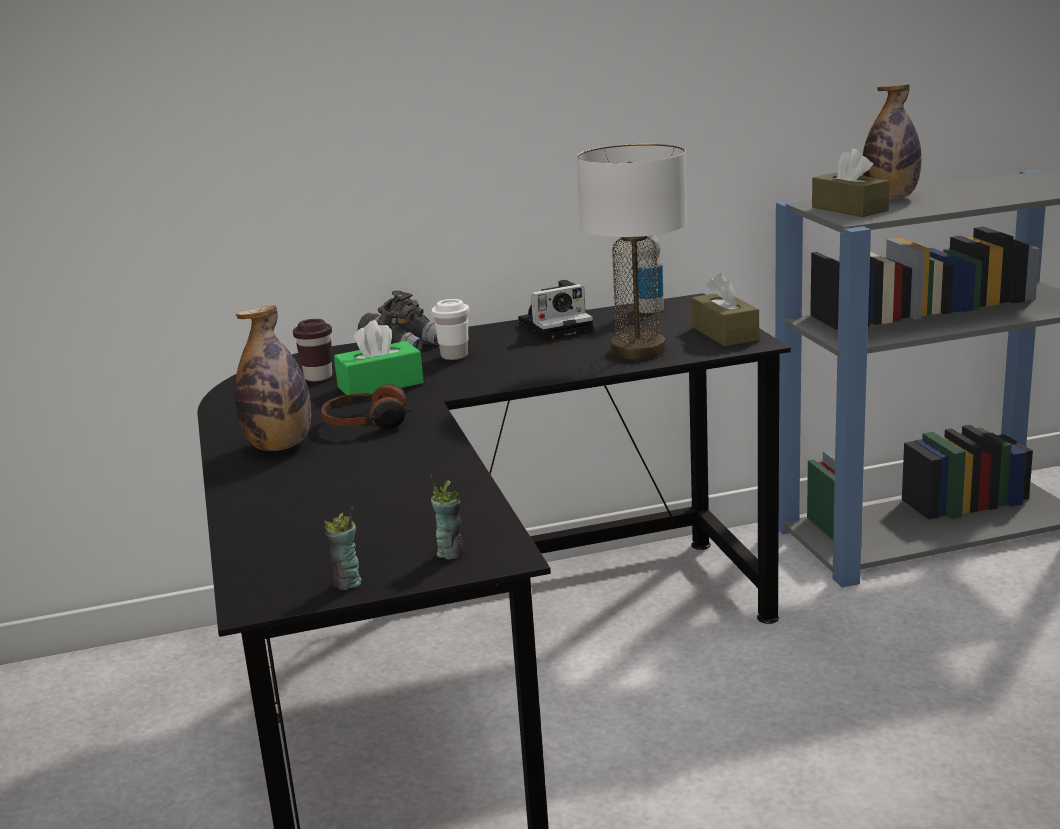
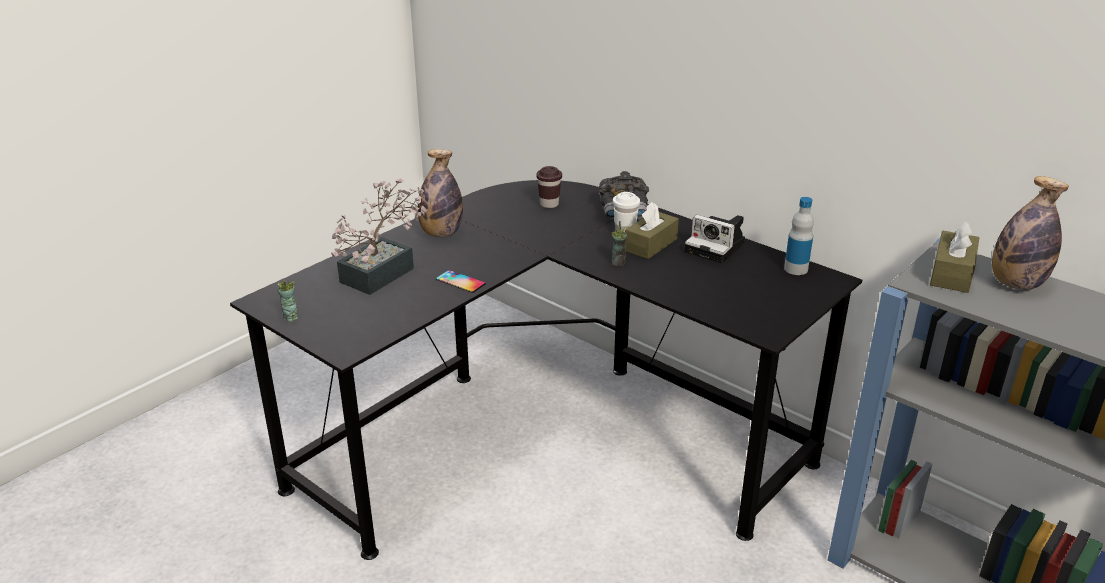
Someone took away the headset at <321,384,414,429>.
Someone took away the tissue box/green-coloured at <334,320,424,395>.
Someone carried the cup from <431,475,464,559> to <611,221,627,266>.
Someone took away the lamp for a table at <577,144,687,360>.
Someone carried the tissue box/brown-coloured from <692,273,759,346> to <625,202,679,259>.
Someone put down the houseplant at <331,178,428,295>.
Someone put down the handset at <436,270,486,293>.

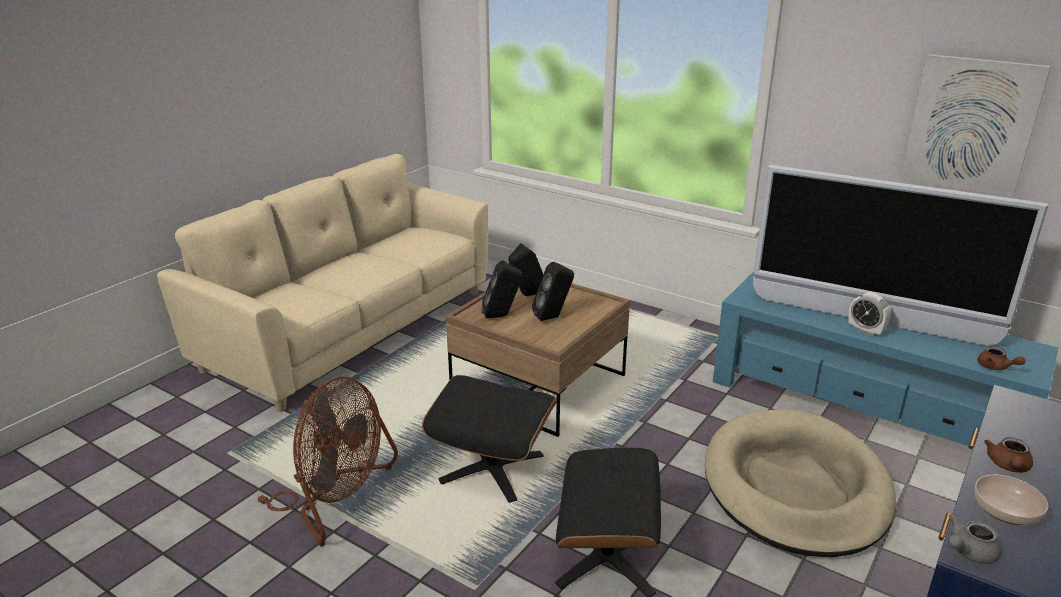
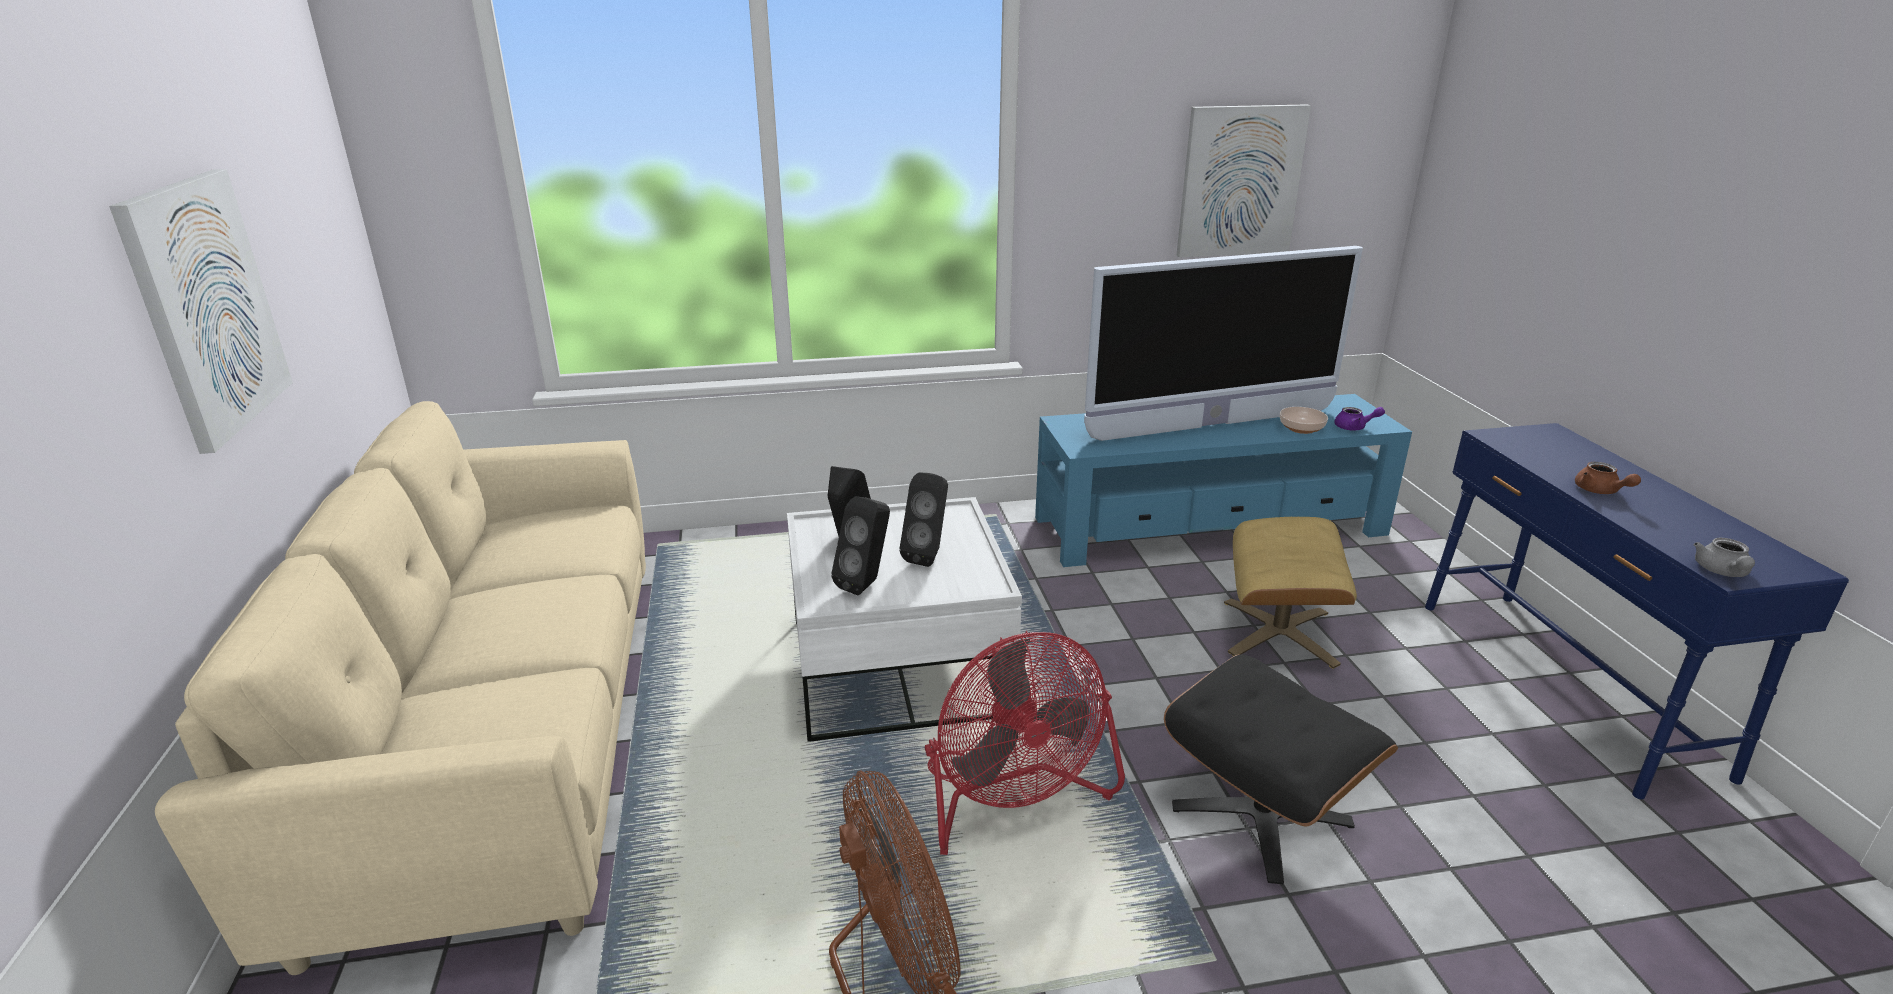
Someone swapped the ottoman/blackish at <422,375,557,503> for the electric fan/red at <925,631,1125,855>.
Someone repainted the low table/brown-coloured at <446,283,630,437>, which became the low table/white at <787,497,1022,742>.
Someone swapped the pet bed/beige-coloured at <704,409,897,557> for the ottoman/beige-coloured at <1224,517,1357,669>.
Someone took away the bedside clock at <848,292,891,337>.
Someone carried the serving bowl from <975,475,1049,525> to <1280,407,1328,434>.
Someone repainted the pot for tea/brown-coloured at <978,347,1026,370>, which became the pot for tea/purple at <1334,407,1385,431>.
Someone put up the wall art at <109,169,293,454>.

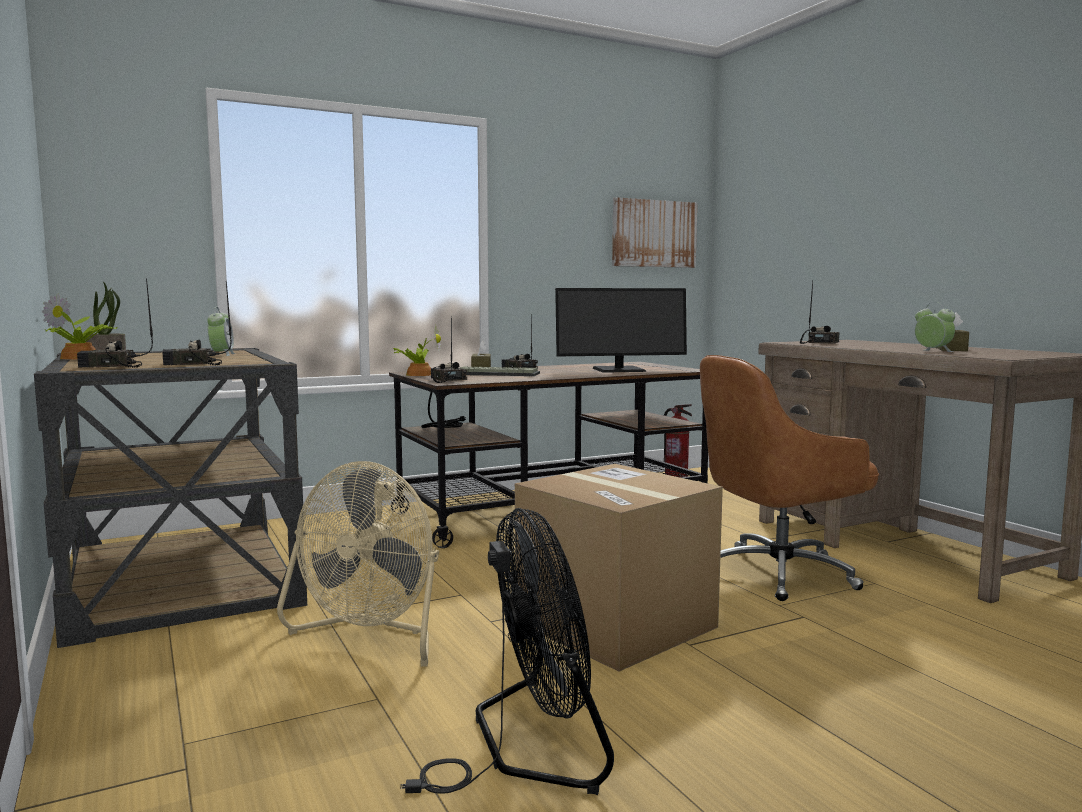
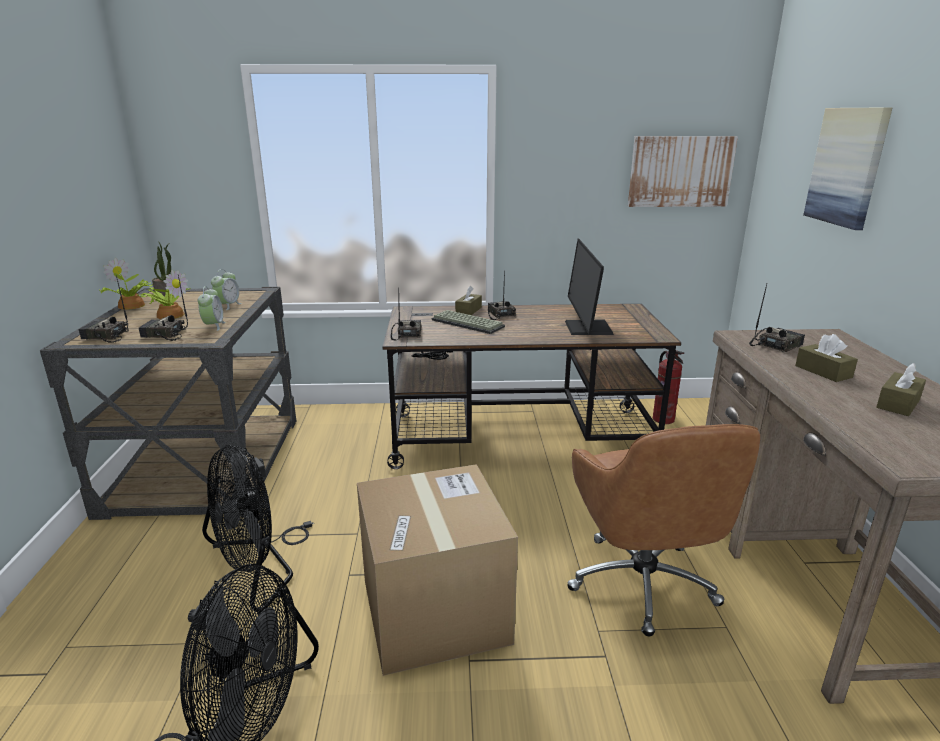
Someone repainted the electric fan/beige-coloured at <277,461,439,667>, which became the electric fan/blackish at <202,445,314,615>.
Someone carried the houseplant from <393,327,441,376> to <137,270,191,319>.
Someone rotated the computer display at <555,288,687,373> by 75 degrees clockwise.
Someone rotated the office chair/brown-coloured at <700,355,879,601> by 105 degrees counterclockwise.
Someone carried the bedside clock from <915,302,955,352> to <198,286,225,331>.
Someone put down the tissue box/brown-coloured at <795,334,858,382>.
Someone put up the wall art at <803,107,893,230>.

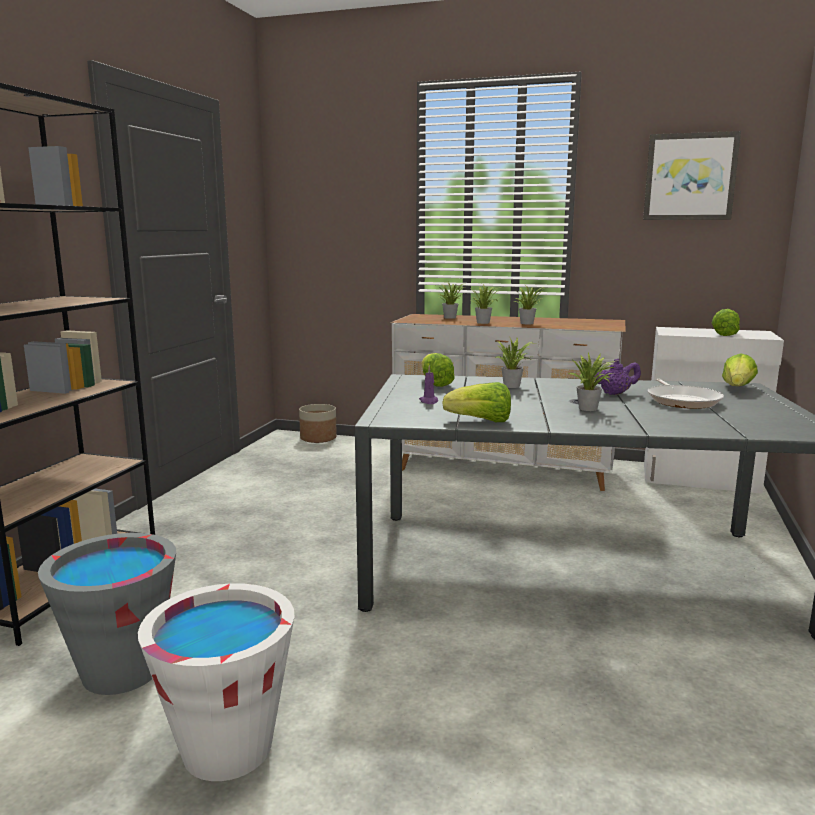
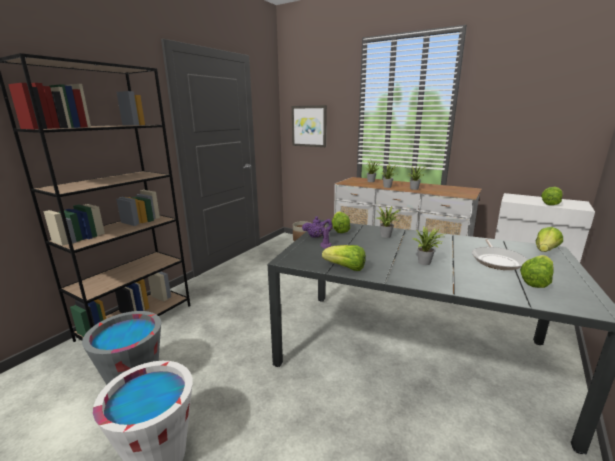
Someone carried the pot for tea/purple from <594,359,641,395> to <302,216,333,238>.
Someone carried the wall art from <643,131,741,220> to <292,105,327,147>.
Someone put down the lettuce at <520,255,554,288>.

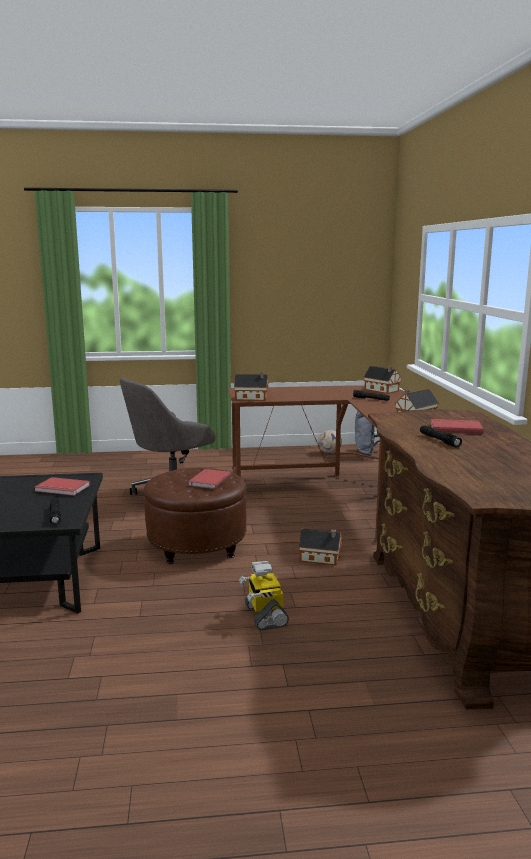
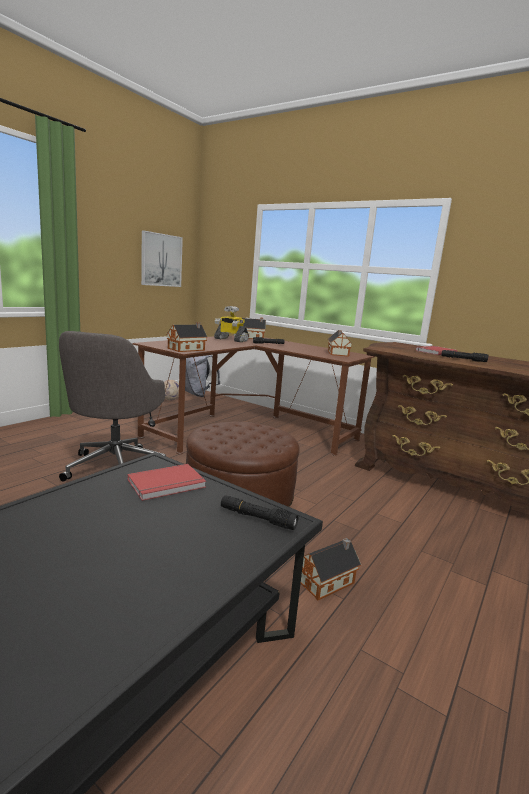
Someone took away the volume/red at <188,469,231,489>.
Someone carried the robot figure from <239,561,289,630> to <214,306,249,342>.
Someone carried the miniature house from <299,529,342,566> to <301,538,361,600>.
Someone put up the wall art at <141,230,183,287>.

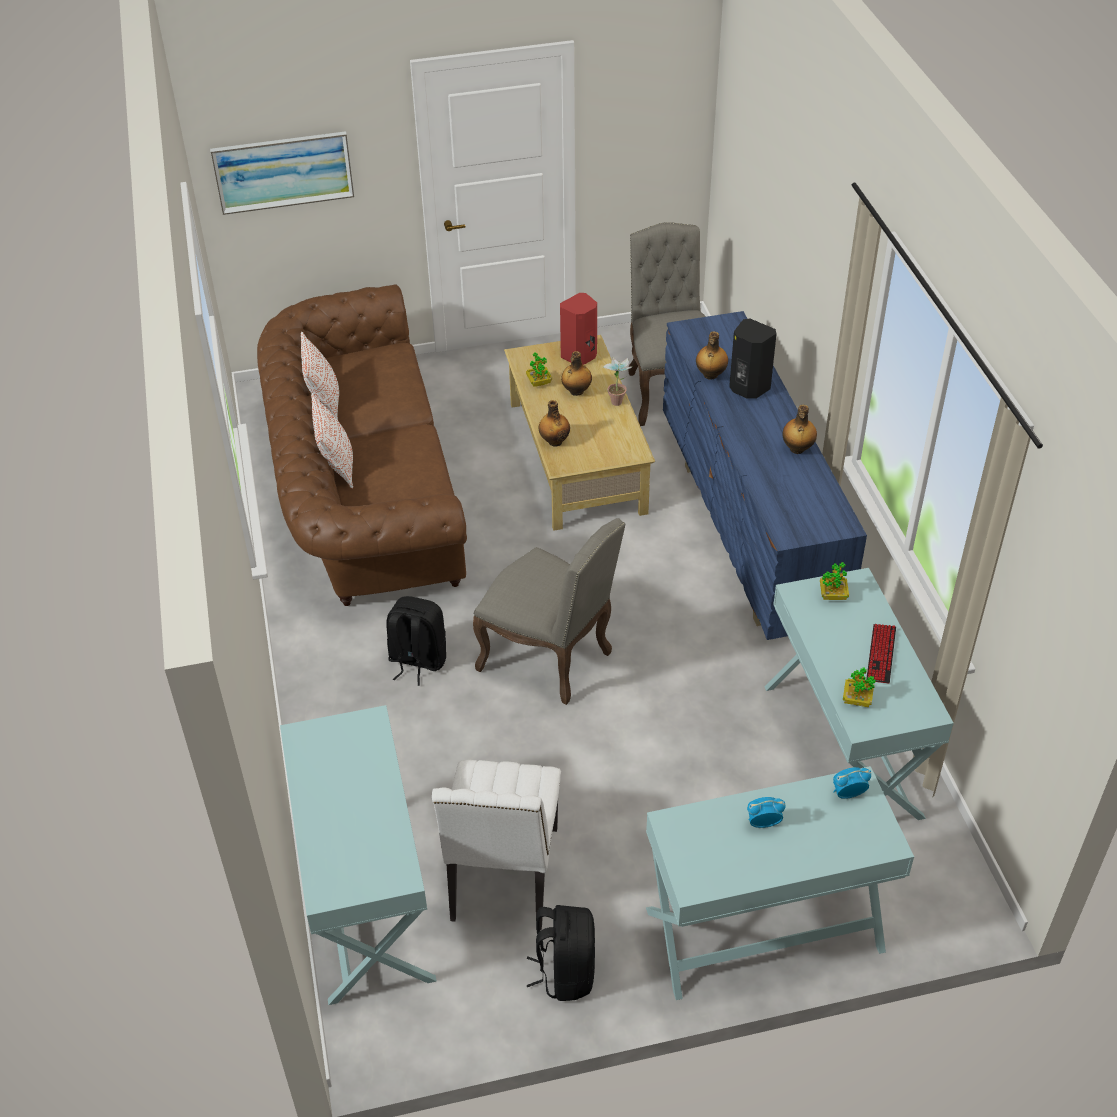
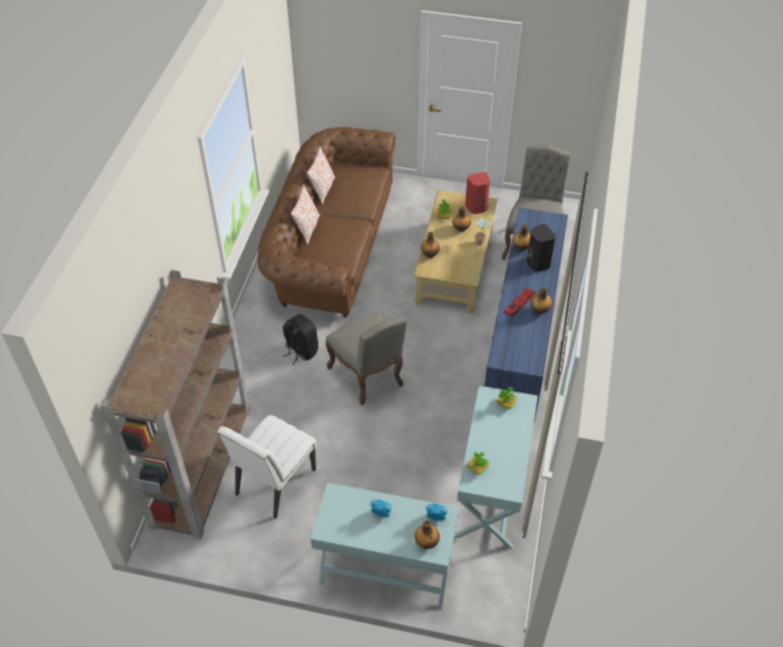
Someone took away the wall art at <210,131,354,215>.
Someone swapped the desk unit/turquoise-coloured at <280,705,437,1005> for the bookcase/brown-coloured at <102,270,250,539>.
Someone took away the rucksack/blackish at <527,905,595,1001>.
Someone carried the keyboard from <866,624,896,683> to <503,288,537,317>.
Someone put down the drink bottle at <415,520,440,549>.

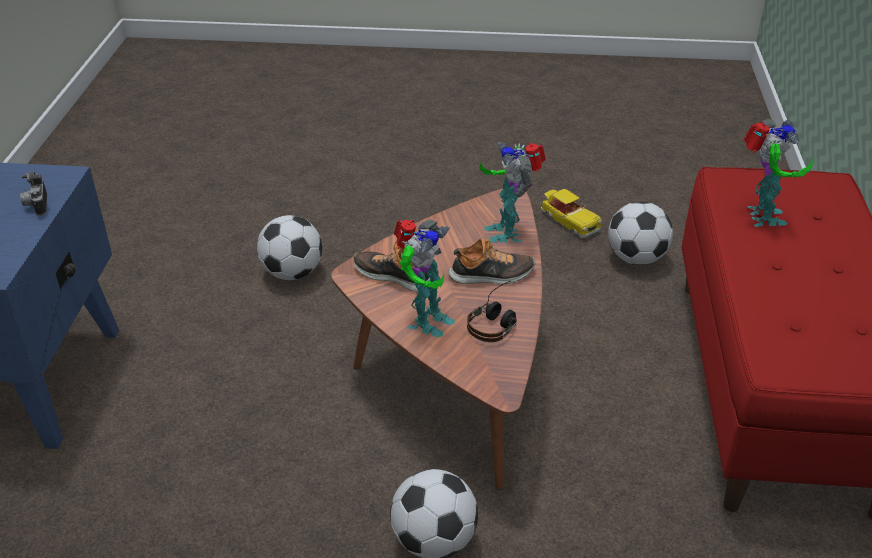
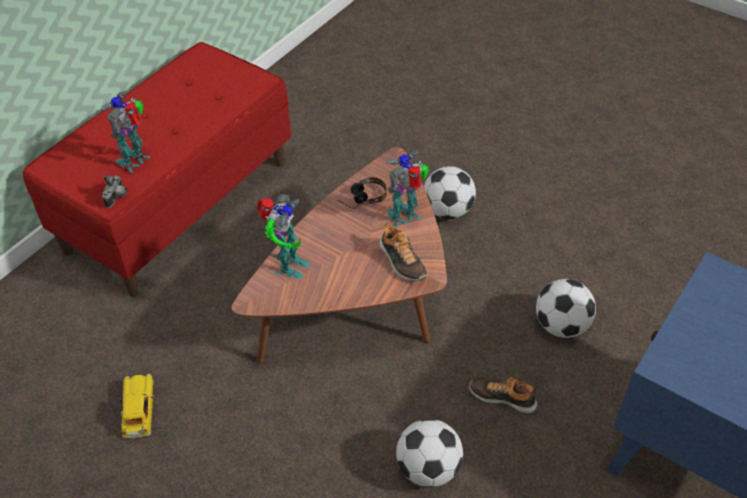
Someone carried the photo camera from <20,171,47,216> to <102,175,127,208>.
Someone carried the low shoe from <448,239,535,284> to <469,377,538,413>.
Someone carried the ball for football from <608,201,673,265> to <536,279,596,338>.

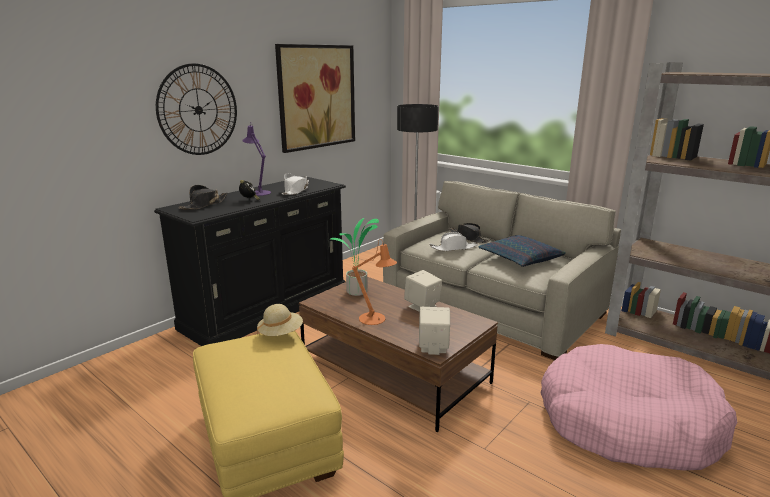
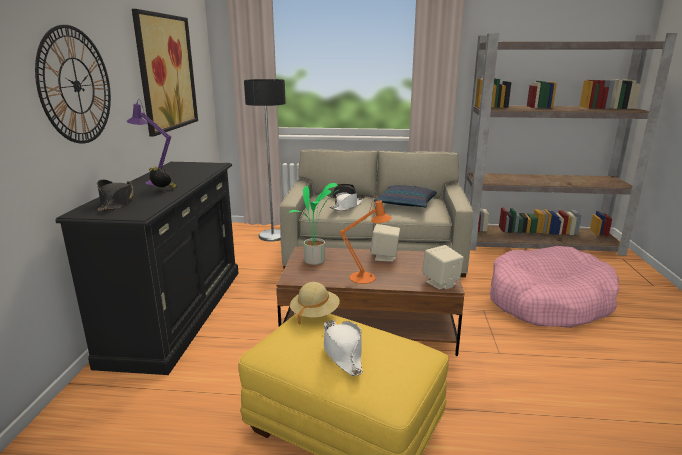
Someone carried the hat/white from <282,173,309,195> to <324,320,363,376>.

